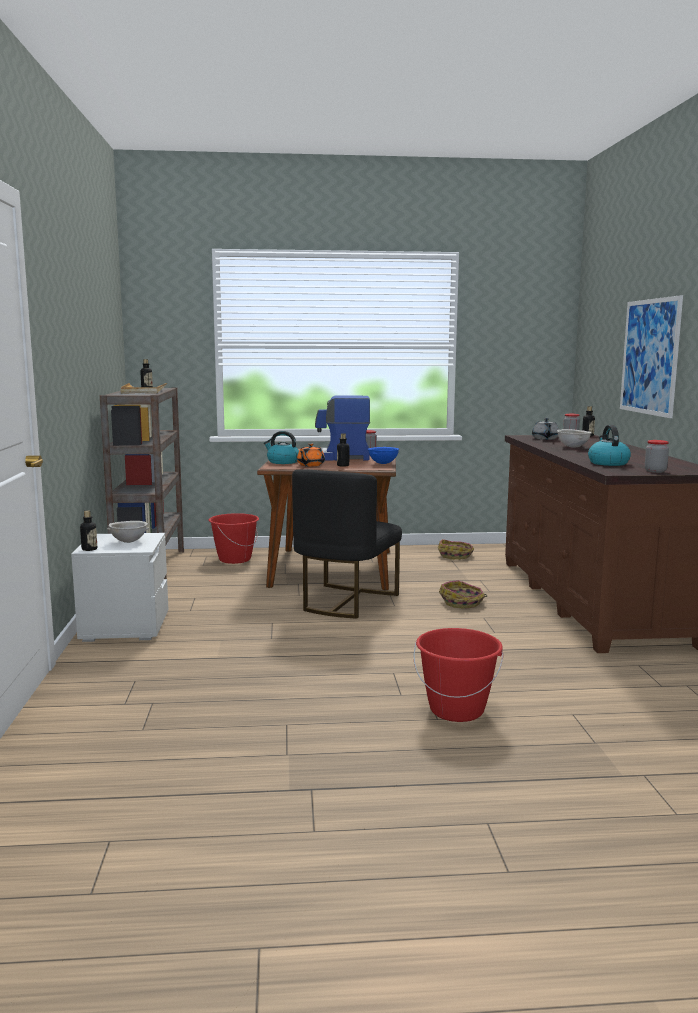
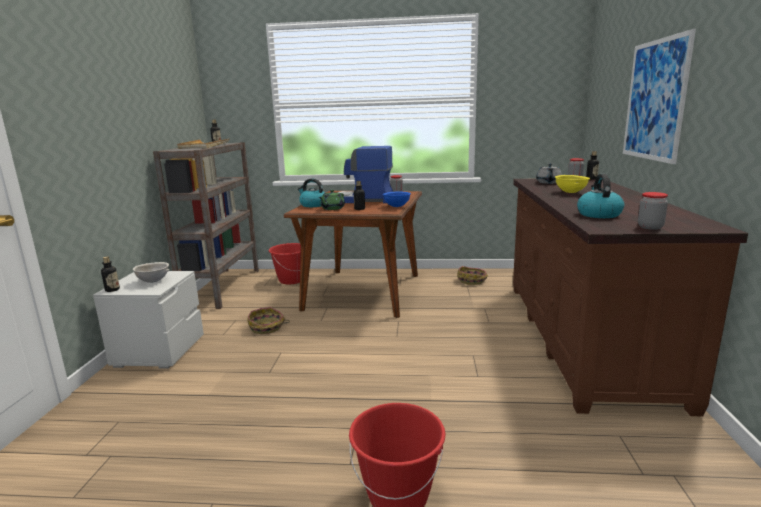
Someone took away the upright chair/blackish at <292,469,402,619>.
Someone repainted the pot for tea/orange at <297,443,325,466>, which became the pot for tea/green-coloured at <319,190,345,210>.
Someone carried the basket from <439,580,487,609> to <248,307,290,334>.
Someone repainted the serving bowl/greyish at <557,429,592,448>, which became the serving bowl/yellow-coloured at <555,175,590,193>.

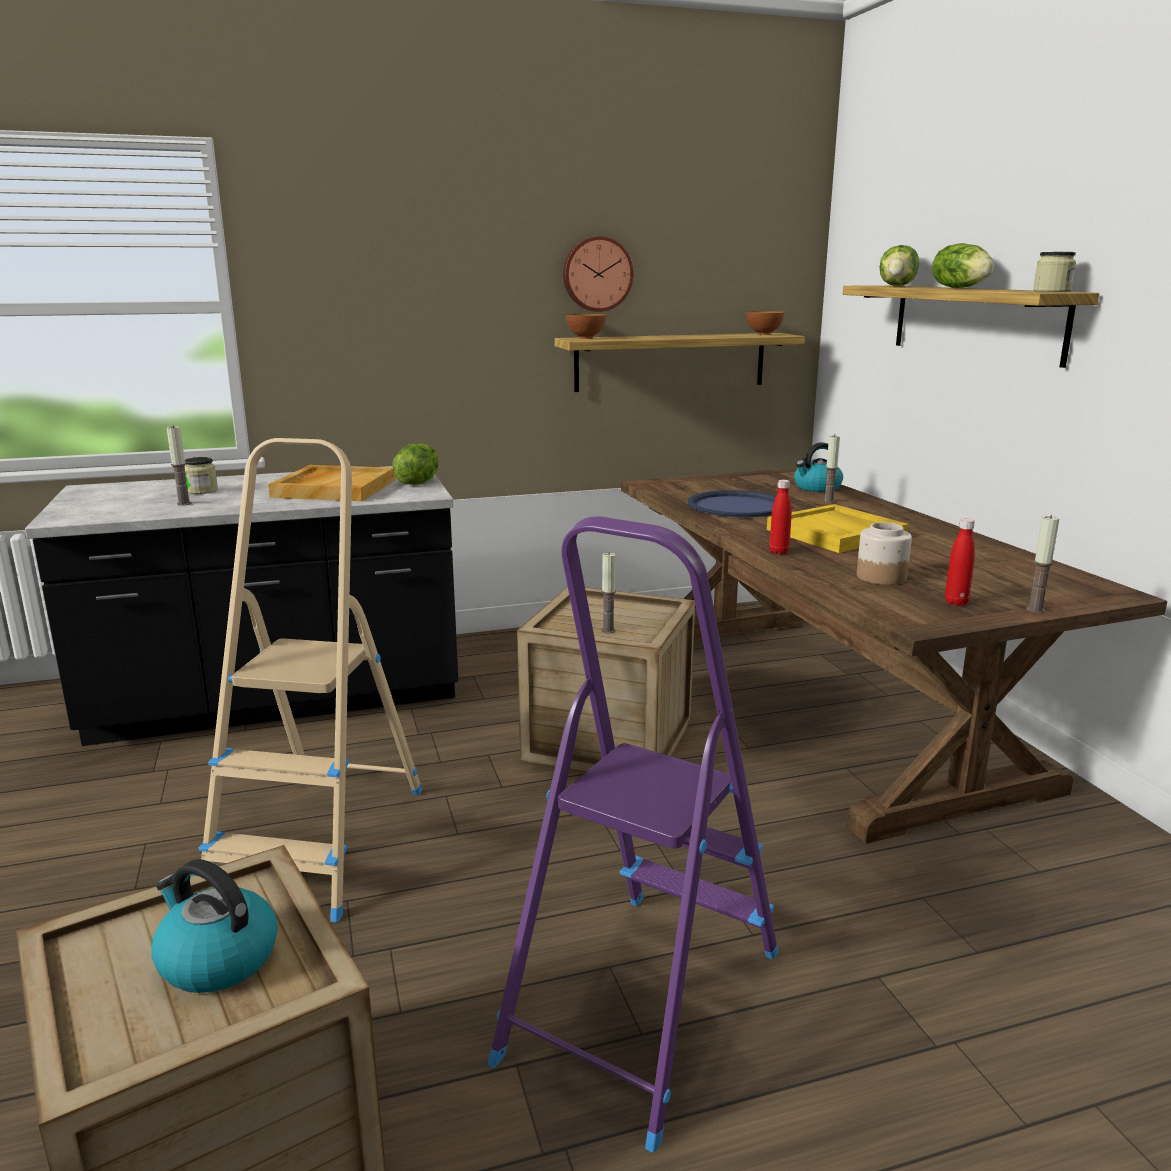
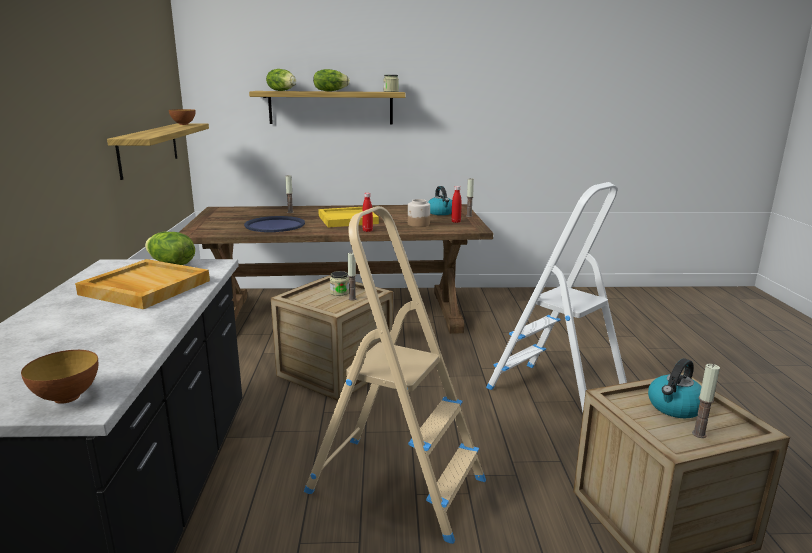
Someone carried the wax candle from <167,425,191,506> to <692,364,720,438>.
Someone carried the jar from <184,457,218,494> to <330,271,349,296>.
Someone repainted the step stool/purple at <488,516,779,1153>, which became the step stool/white at <486,182,627,412>.
Someone took away the clock on the wall at <563,236,634,312>.
Someone carried the serving bowl from <566,314,606,339> to <21,350,98,404>.
Someone carried the kettle from <794,442,843,492> to <428,186,452,215>.

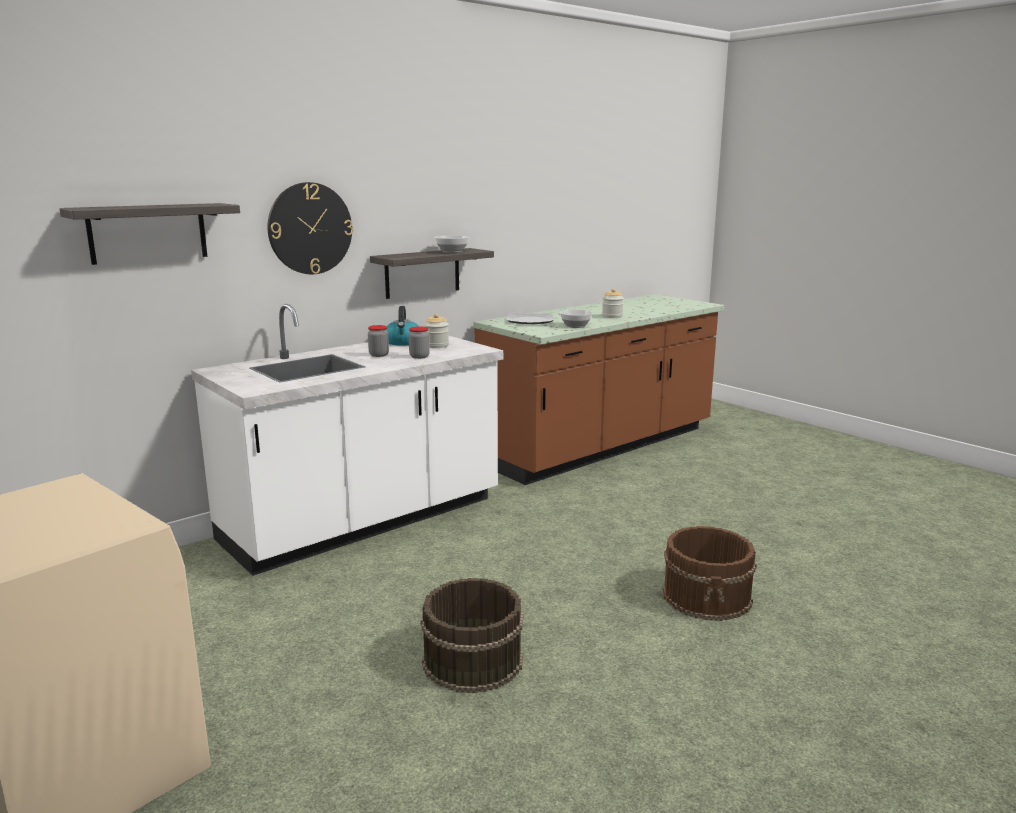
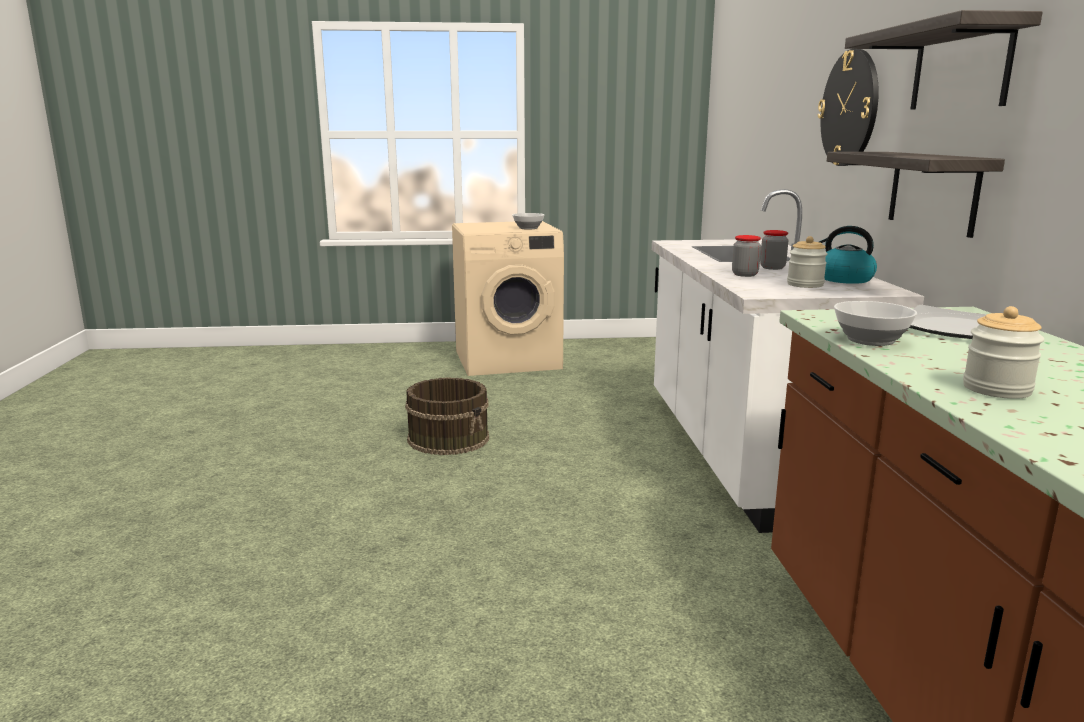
Someone carried the shelf from <59,203,240,265> to <845,10,1043,110>.
Someone carried the serving bowl from <435,236,469,253> to <512,213,544,229>.
Someone took away the bucket/brown-coloured at <662,526,757,621>.

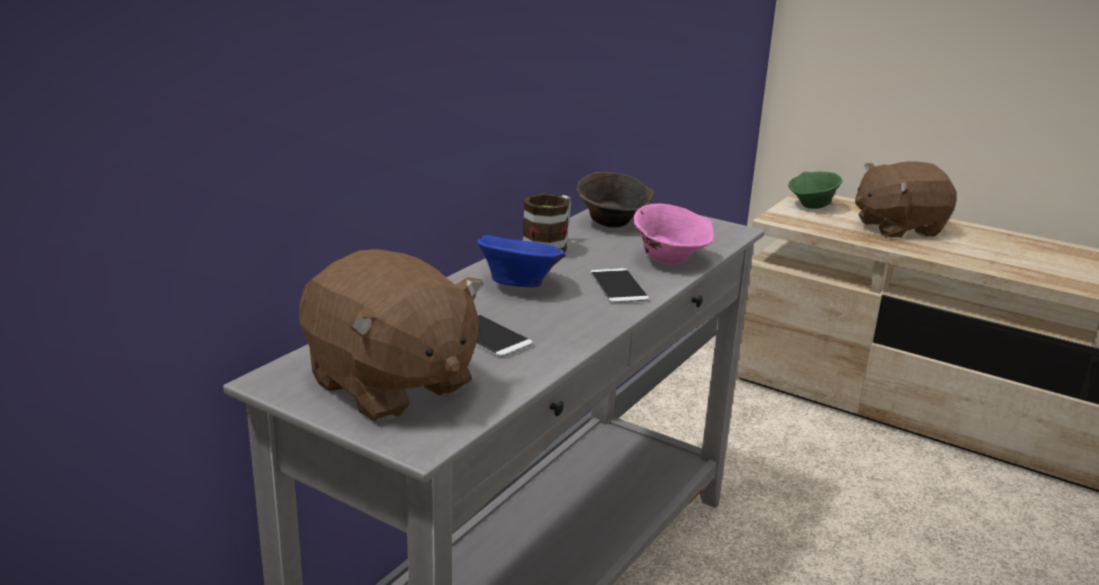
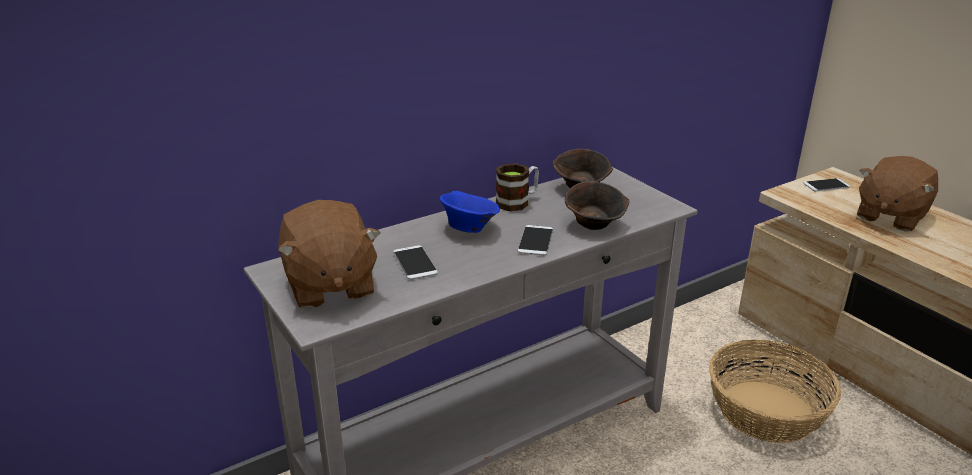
Someone repainted the serving bowl/pink-coloured at <633,204,714,265>, which became the serving bowl/brown-coloured at <565,181,629,230>.
Someone swapped the serving bowl/green-coloured at <788,172,842,209> for the handset at <803,178,850,192>.
Someone rotated the soft toy/brown-coloured at <855,161,957,238> by 60 degrees counterclockwise.
Someone put down the basket at <709,340,841,443>.

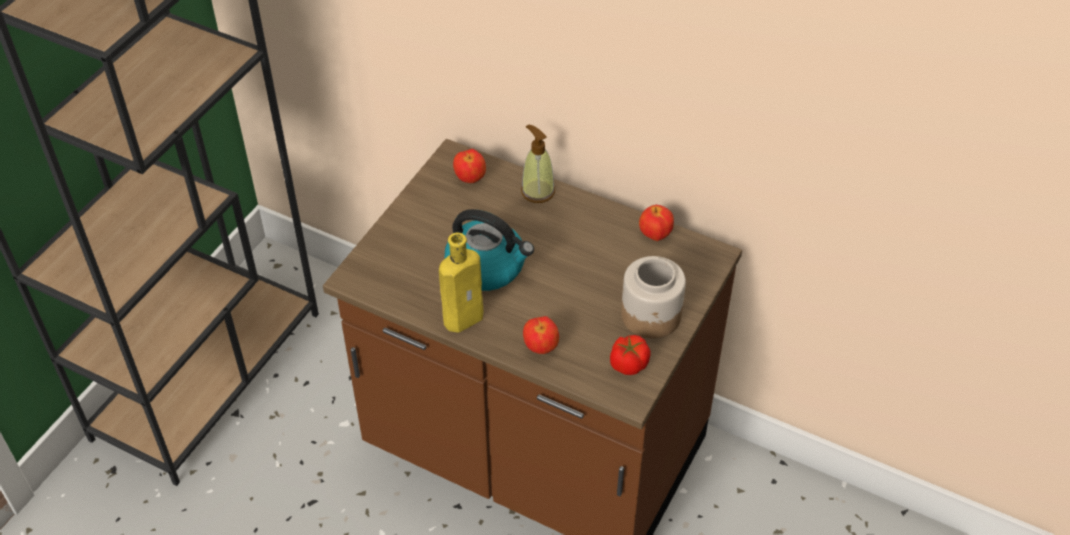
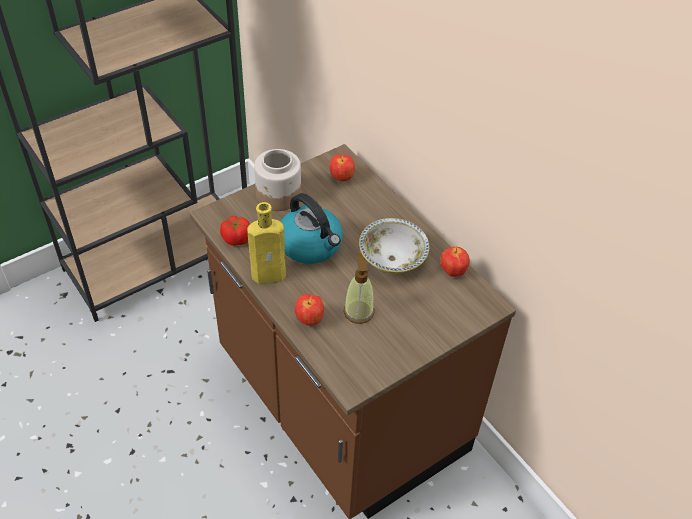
Someone carried the liquid soap bottle from <521,125,555,203> to <344,253,374,324>.
Someone carried the whole tomato from <610,335,651,375> to <220,215,250,246>.
Someone carried the jar from <621,256,686,338> to <254,149,301,211>.
Someone put down the serving bowl at <359,218,429,274>.

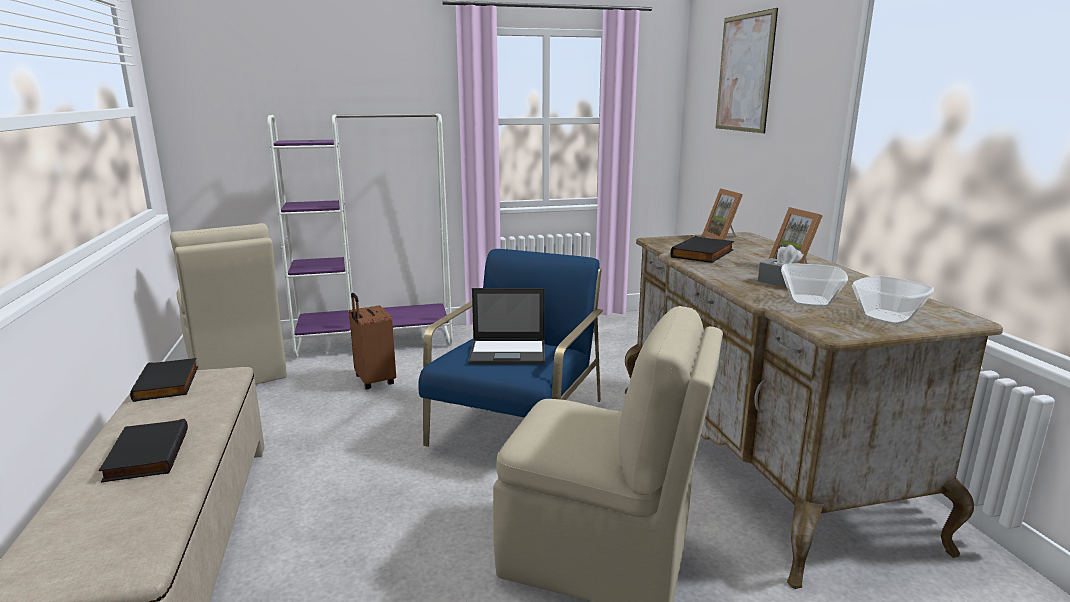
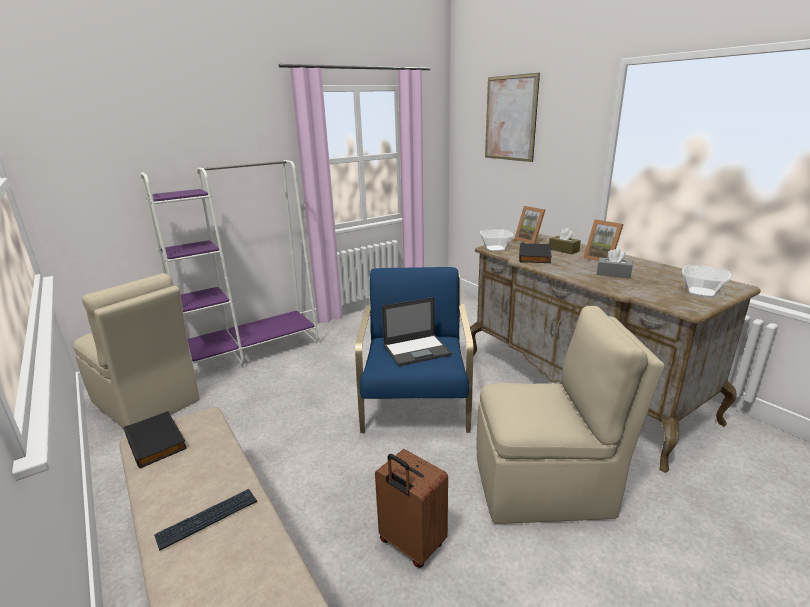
Someone swapped the volume/blackish at <99,419,188,482> for the keyboard at <154,489,257,551>.
Someone carried the piece of luggage/brown-coloured from <349,293,396,389> to <375,449,448,568>.
Someone carried the serving bowl from <781,263,848,307> to <480,229,513,251>.
Someone put down the tissue box/brown-coloured at <549,228,581,254>.

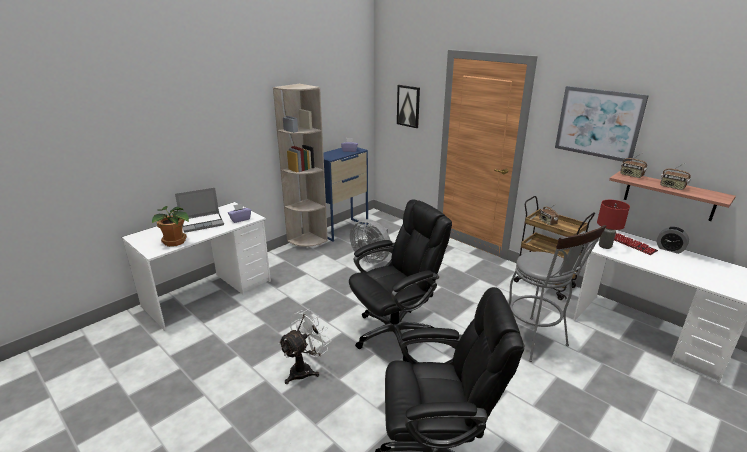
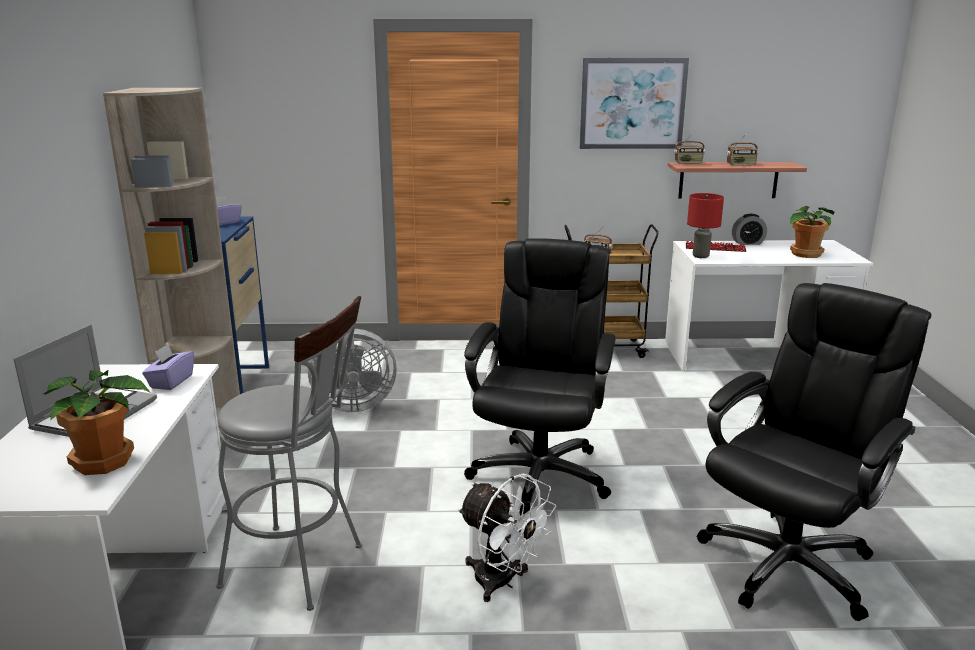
Someone rotated the electric fan/white at <278,309,331,384> by 135 degrees clockwise.
Someone took away the wall art at <397,85,420,128>.
Someone carried the stool seat/greyish from <508,225,607,362> to <216,296,362,611>.
Someone put down the houseplant at <790,206,834,258>.

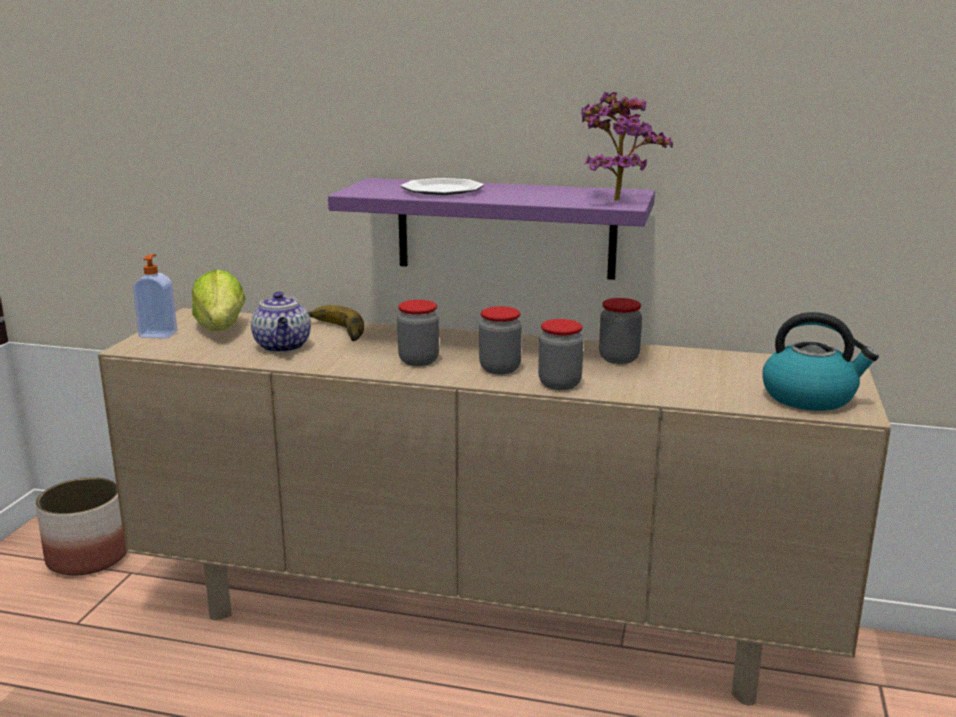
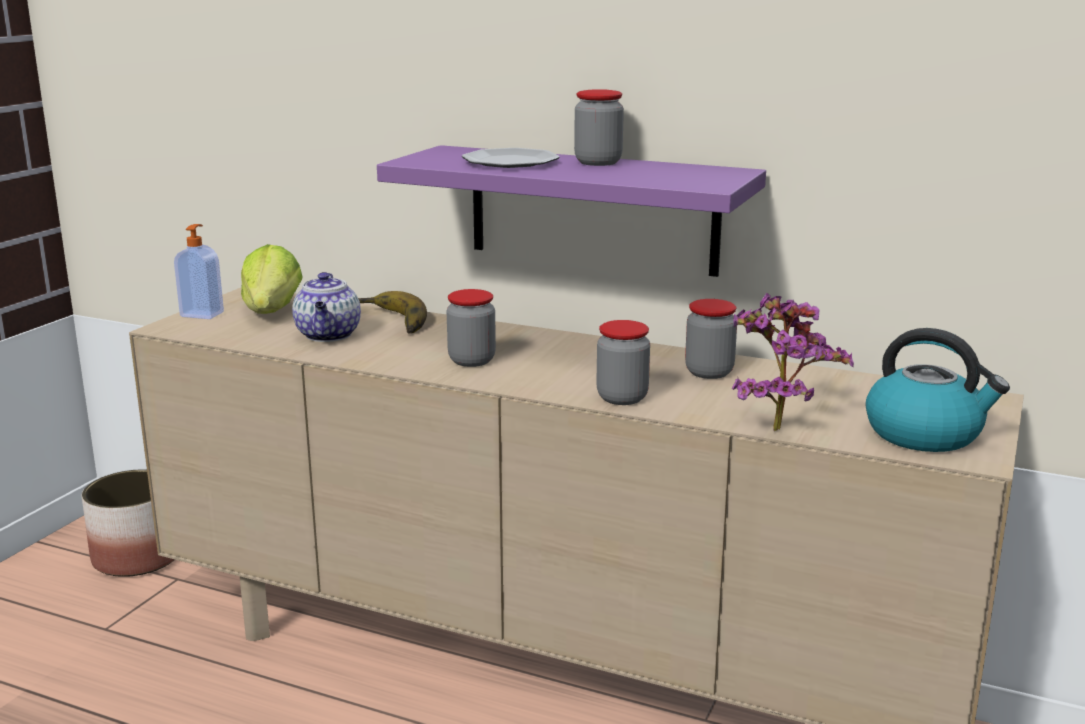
Someone carried the jar from <479,306,522,374> to <574,89,624,166>.
Someone carried the houseplant from <581,92,673,201> to <732,293,854,431>.

